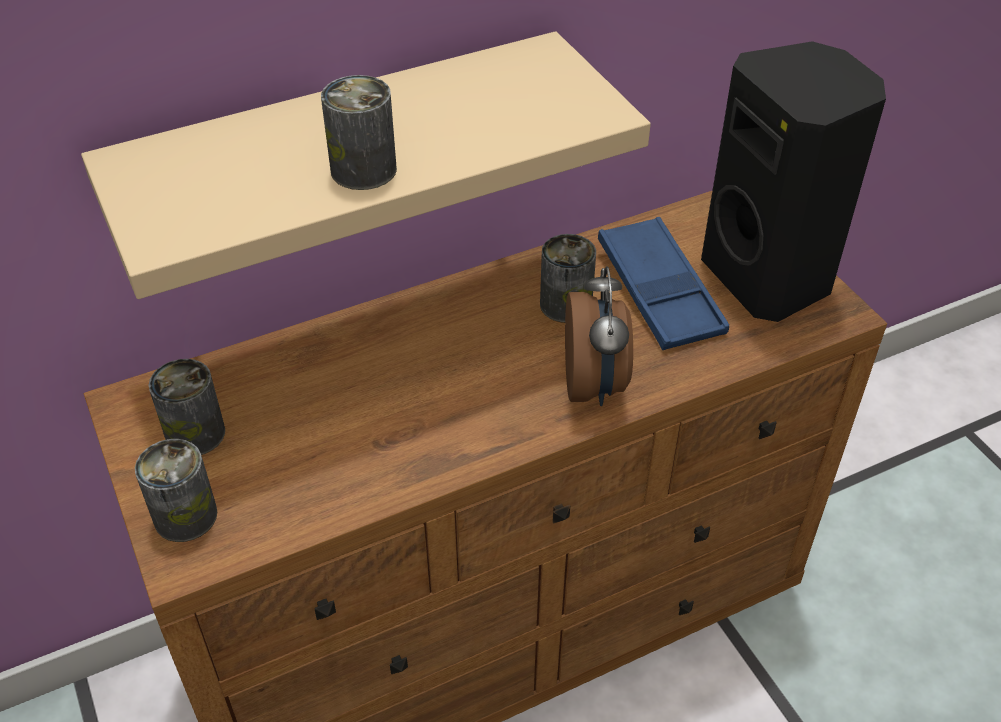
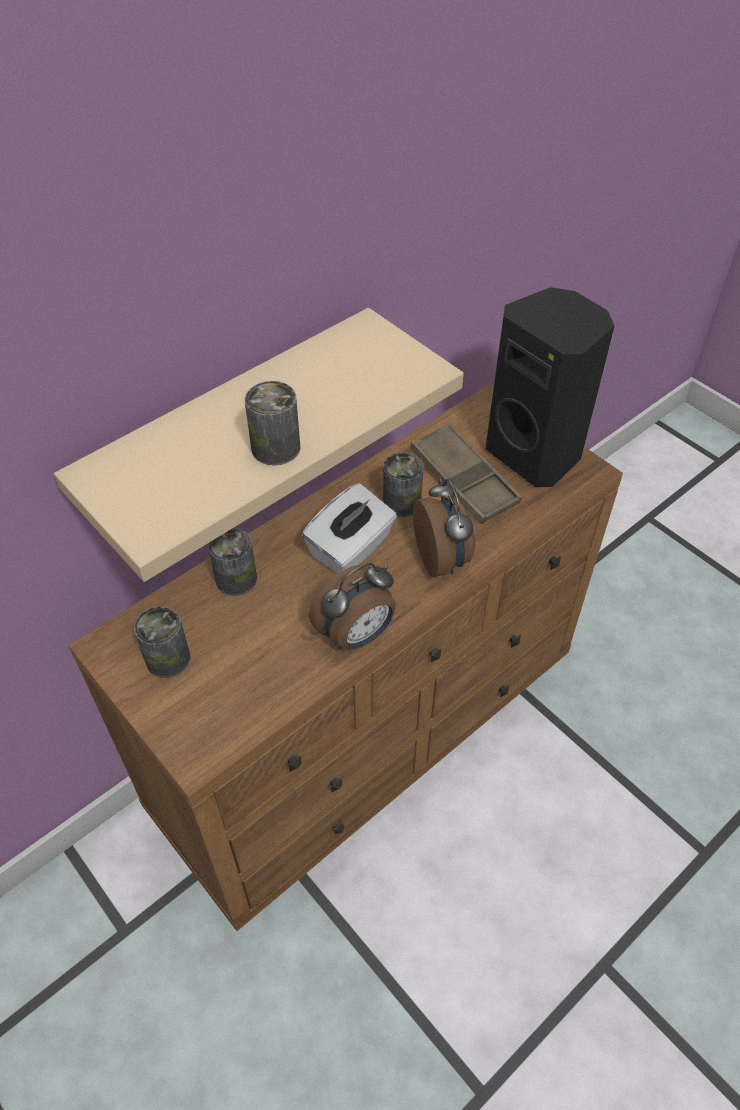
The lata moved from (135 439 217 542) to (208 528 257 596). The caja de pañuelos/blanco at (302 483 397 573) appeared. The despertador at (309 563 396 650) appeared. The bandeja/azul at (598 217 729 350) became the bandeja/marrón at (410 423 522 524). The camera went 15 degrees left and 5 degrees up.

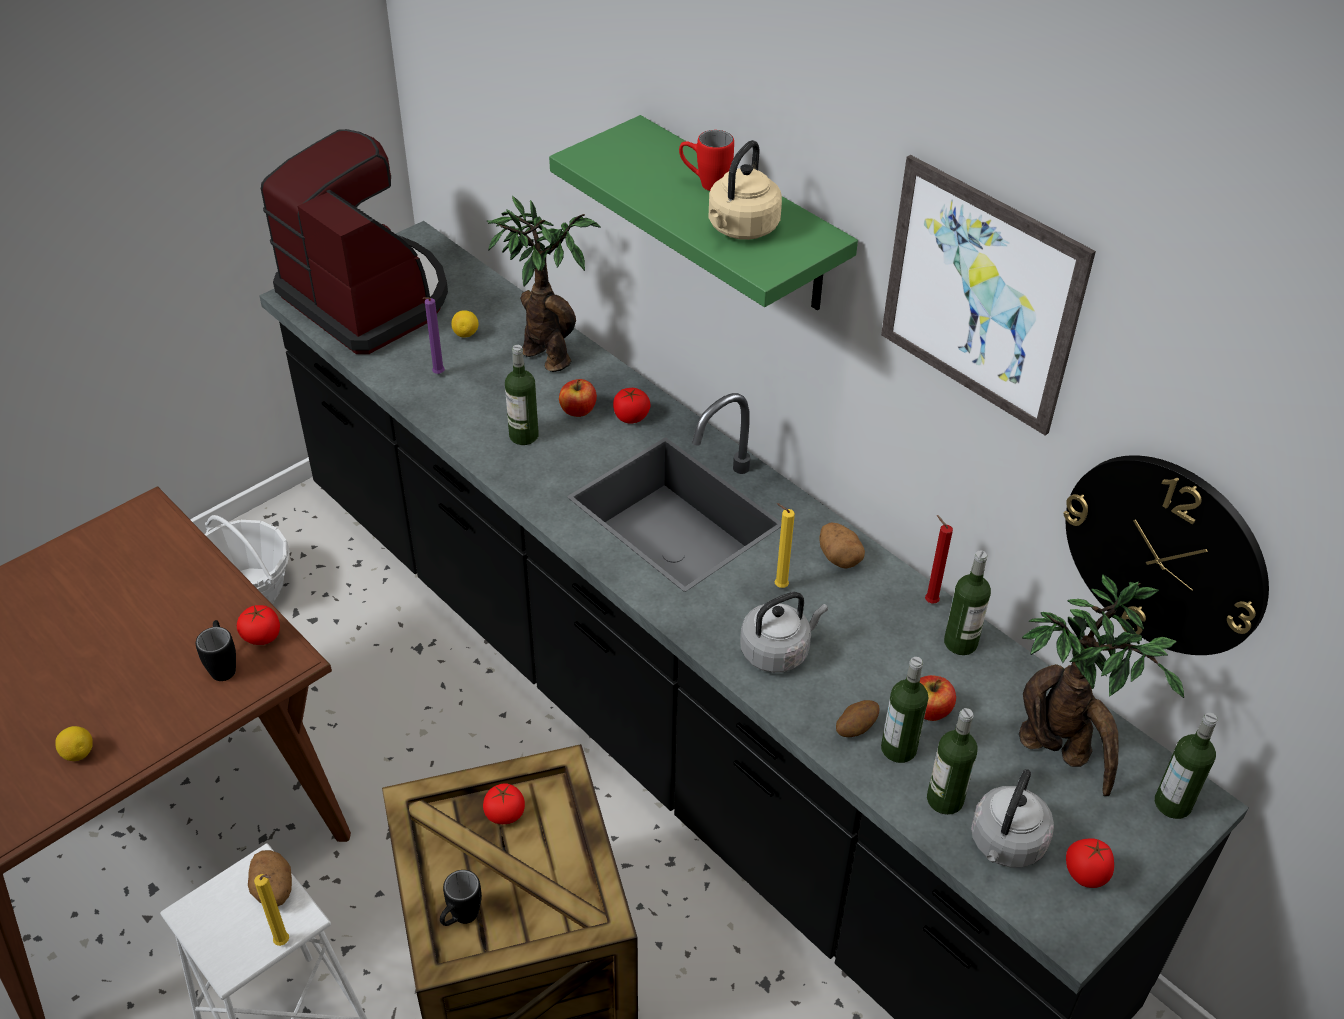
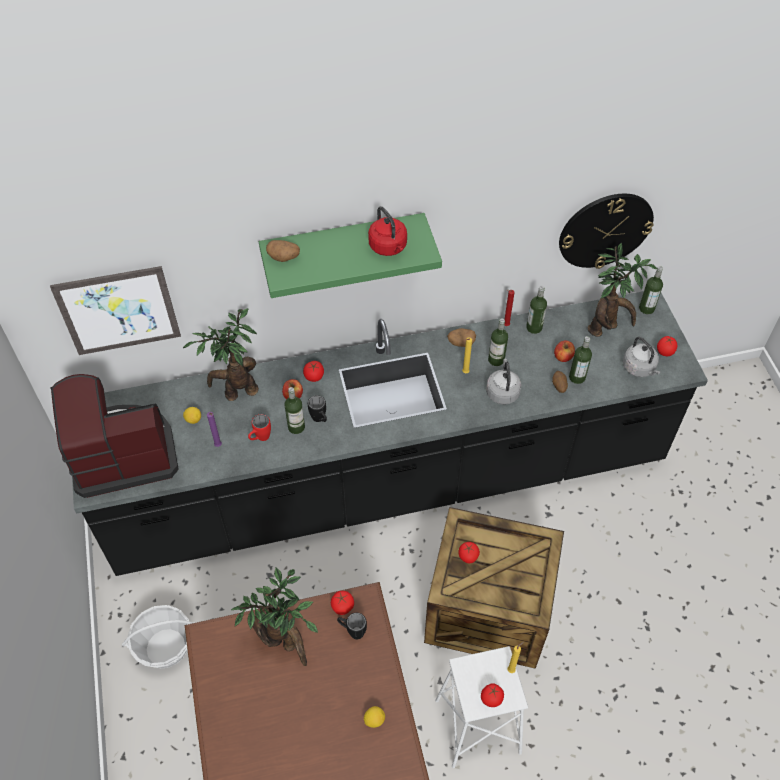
The cuadro moved from (881 155 1096 435) to (50 266 181 355). The planta en maceta at (231 567 318 666) appeared. The taza grande/rojo moved from (679 130 734 191) to (248 414 271 441). The patata moved from (248 850 292 906) to (266 240 300 262). The taza grande/negro moved from (440 870 482 926) to (308 395 327 422). The hervidor/beis at (708 140 782 240) became the hervidor/rojo at (368 206 407 256). The tomate at (481 683 504 707) appeared. The botella moved from (927 708 978 815) to (488 318 508 366). The camera went 60 degrees left and 10 degrees up.

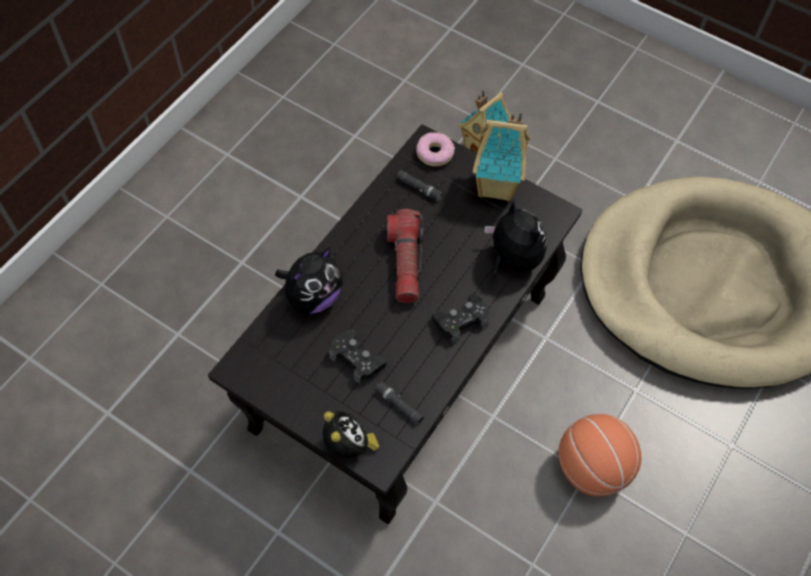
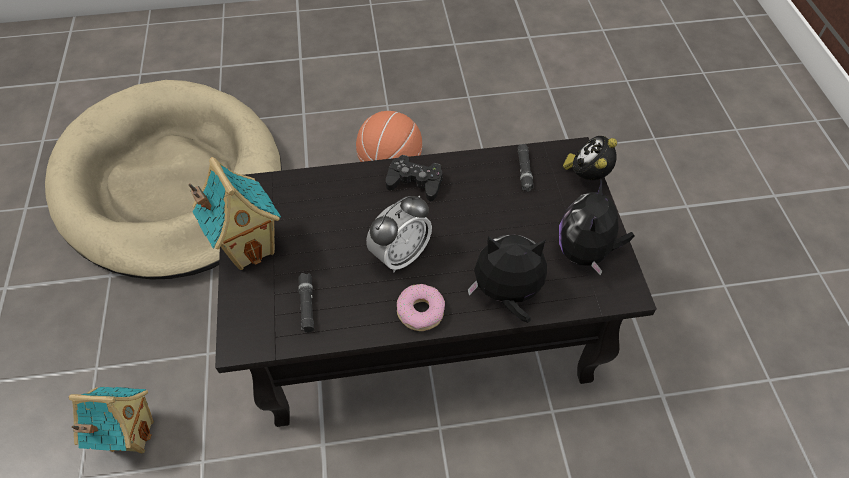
The linterna at (387 209 424 303) was replaced by the despertador at (366 195 432 272). The rosquilla moved from (416 132 455 167) to (397 284 445 331). The peluche moved from (485 200 547 278) to (559 179 635 276). The mando de consola/negro at (329 329 387 383) disappeared. The camera went 130 degrees left and 5 degrees down.

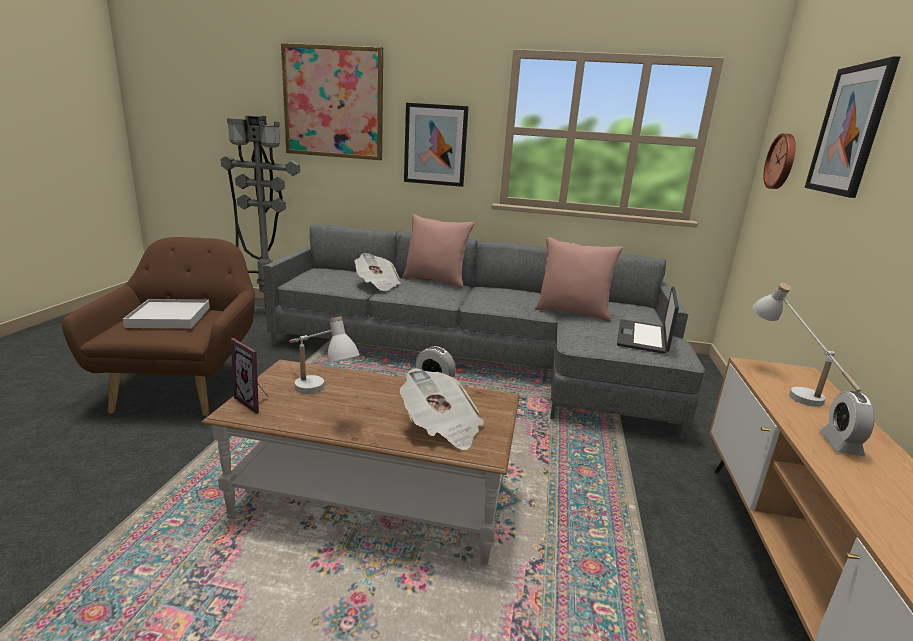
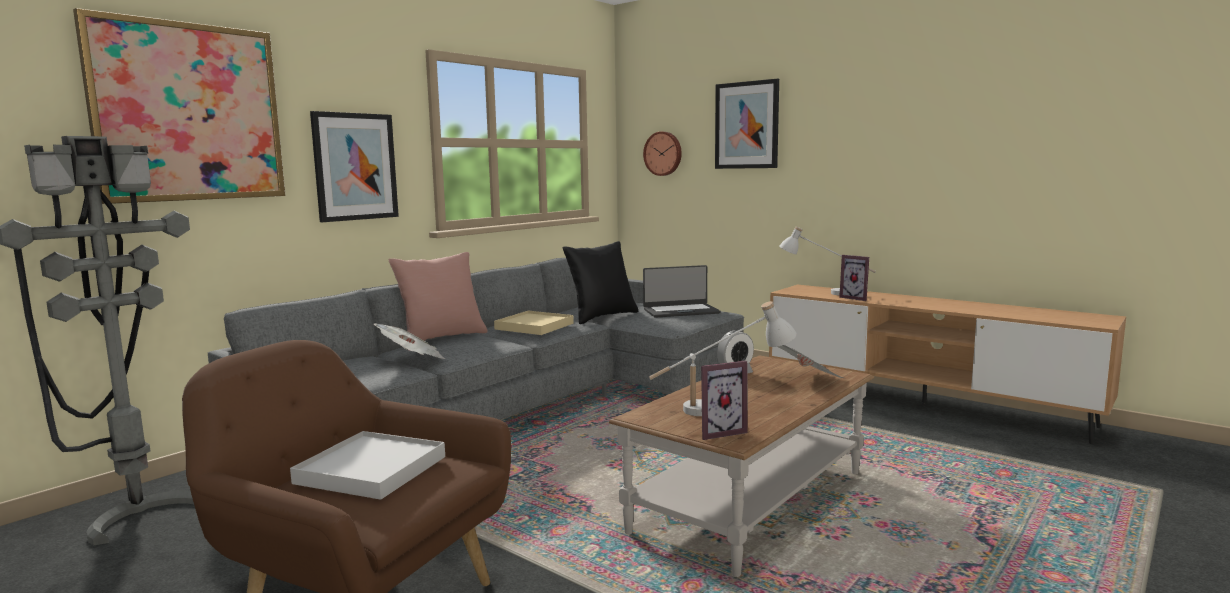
The bandeja/beis at (494 311 574 335) appeared. The cojín/rosa at (534 237 623 322) became the cojín/negro at (563 241 638 324). The portátil at (617 286 679 354) turned 60 degrees counterclockwise. The portarretratos at (839 255 869 301) appeared. The despertador at (820 391 875 456) disappeared. The camera went 60 degrees left and 10 degrees down.

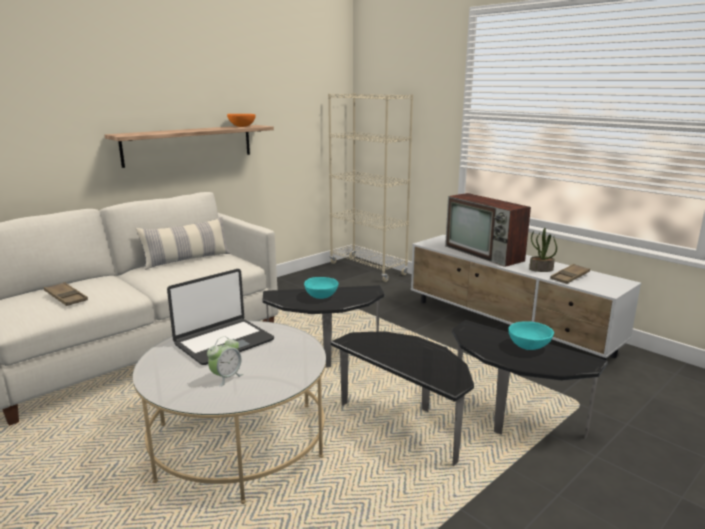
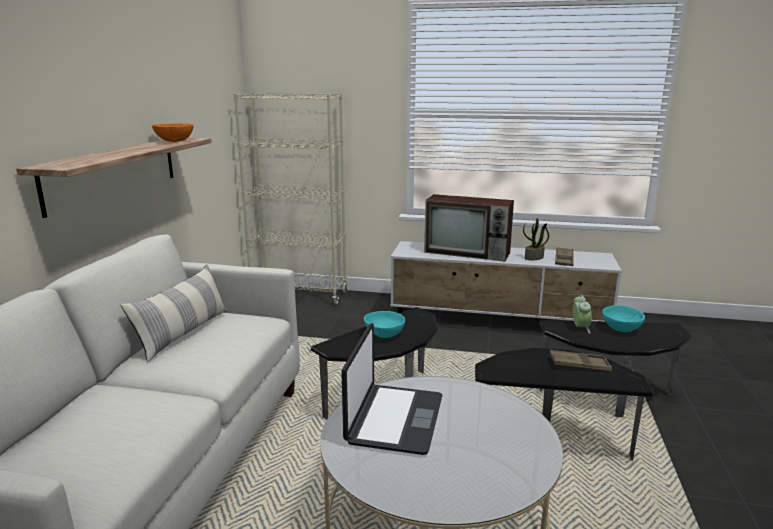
The bandeja/marrón moved from (44 282 88 306) to (549 350 612 371). The despertador moved from (207 336 243 387) to (573 294 592 333). The camera went 35 degrees left and 0 degrees up.

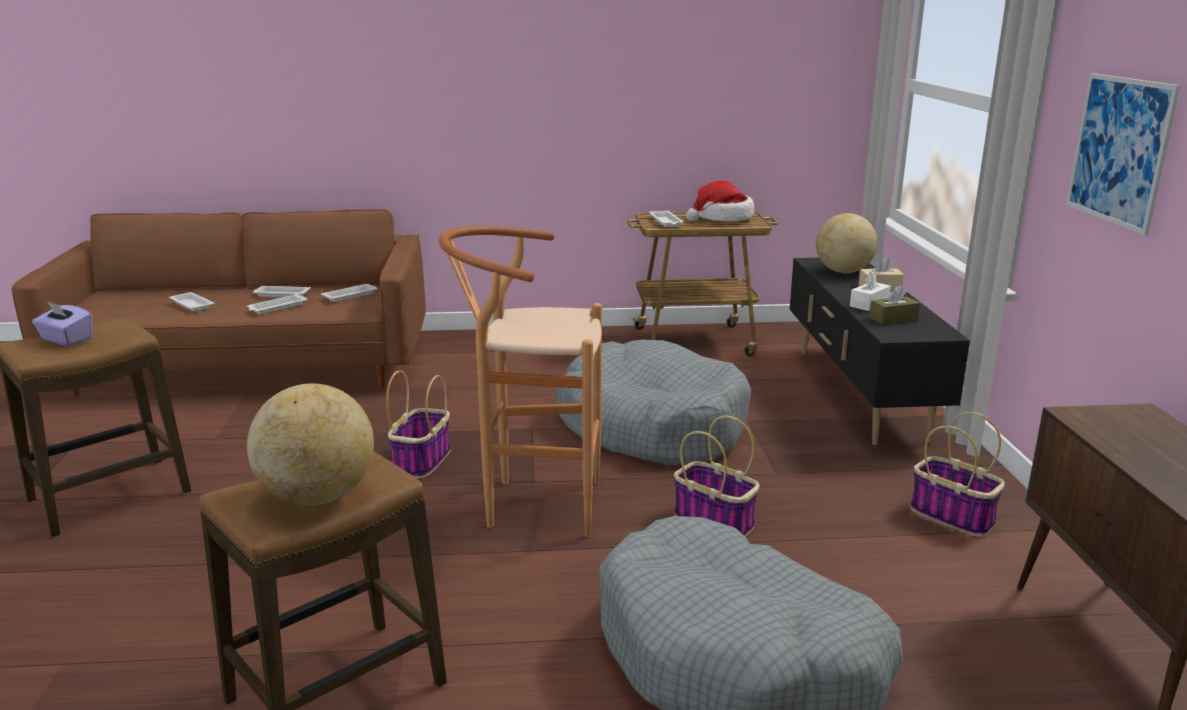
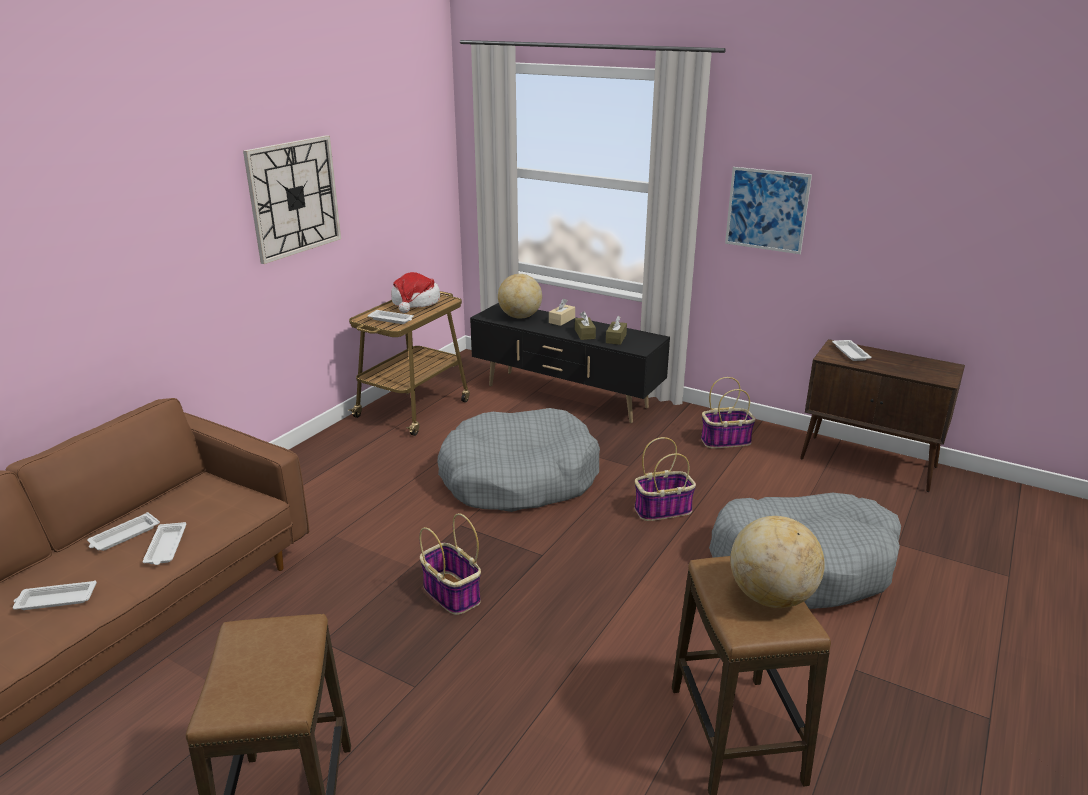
The reloj de pared at (243 135 341 264) appeared. The caja de pañuelos/blanco at (850 271 891 311) became the caja de pañuelos/marrón at (575 311 596 340). The bandeja/blanco moved from (321 284 378 302) to (832 340 872 361). The caja de pañuelos/morado at (32 301 92 346) disappeared. The taburete/marrón at (439 226 602 537) disappeared. The camera went 55 degrees left and 5 degrees up.

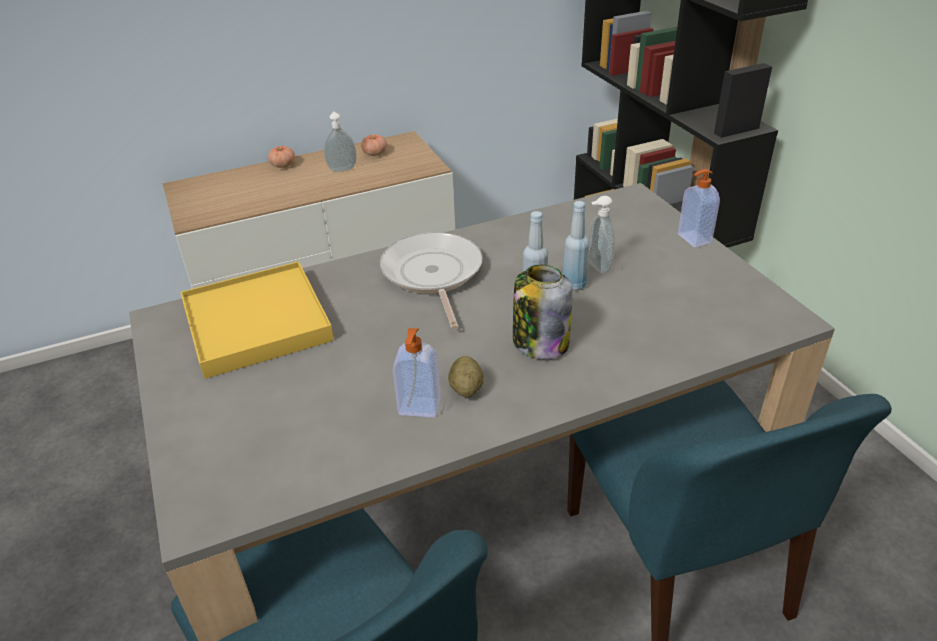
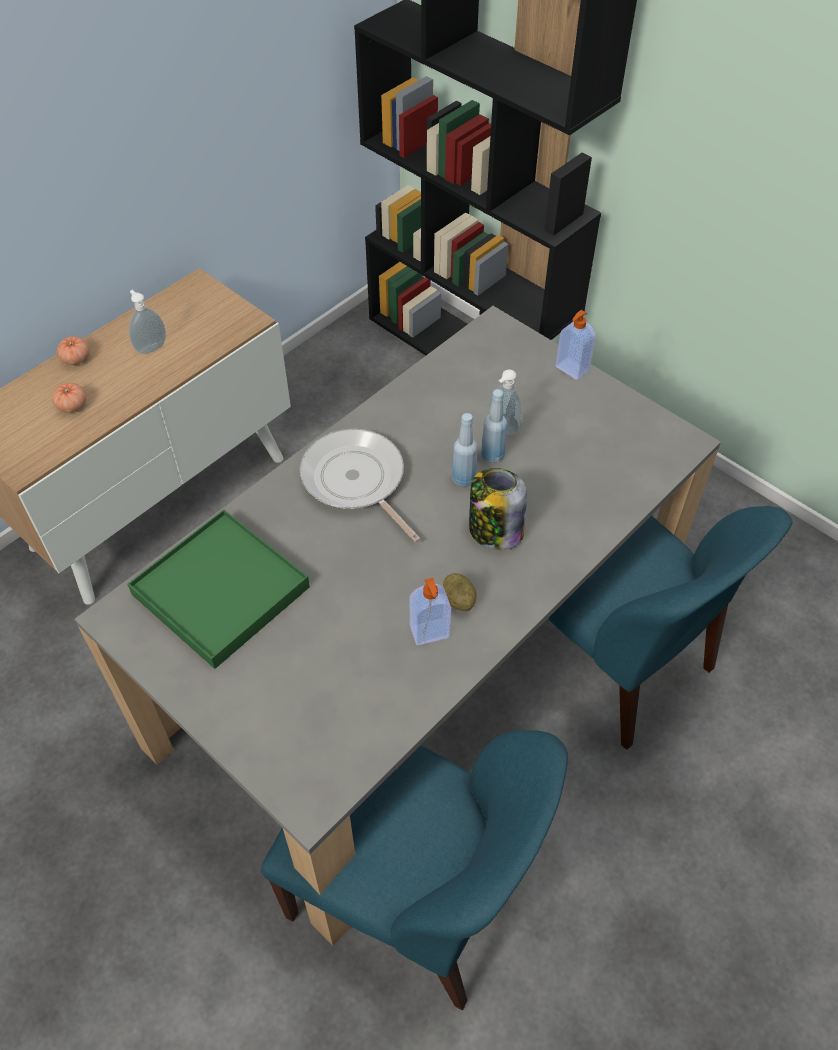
The tomate moved from (361 135 387 156) to (52 383 87 413). The bandeja/amarillo at (180 261 334 379) became the bandeja/verde at (128 509 310 669). The camera went 25 degrees left and 15 degrees up.

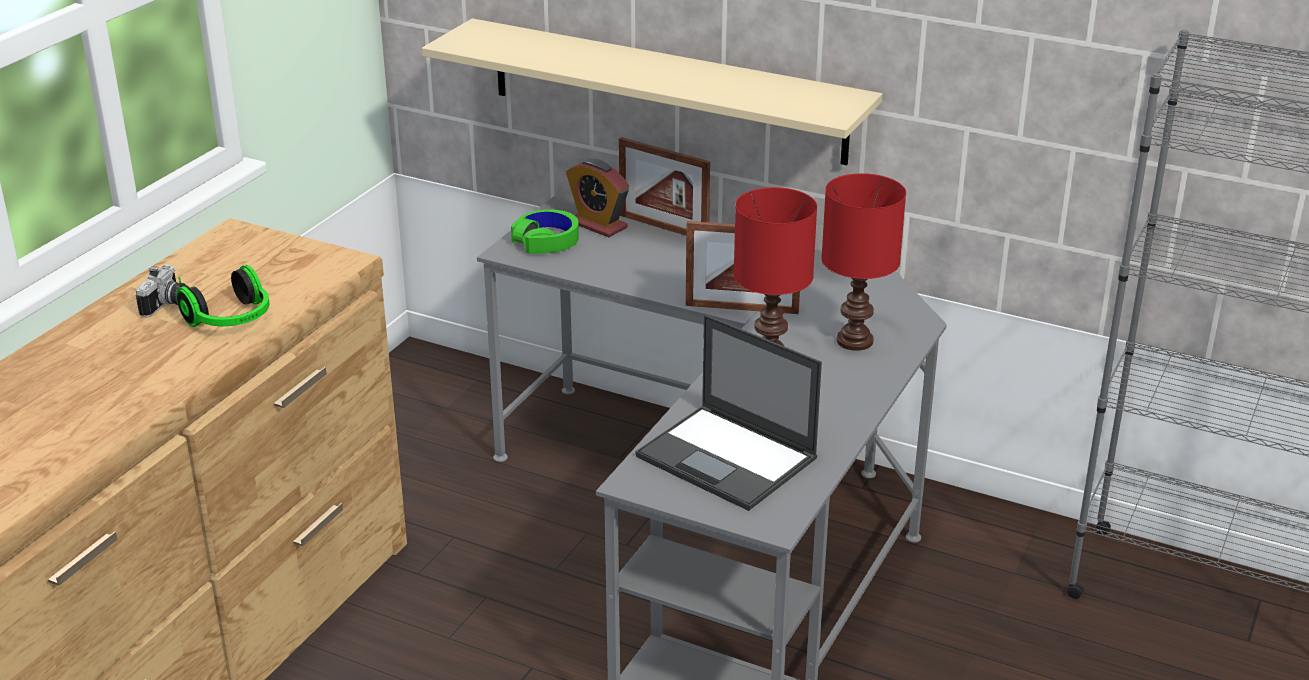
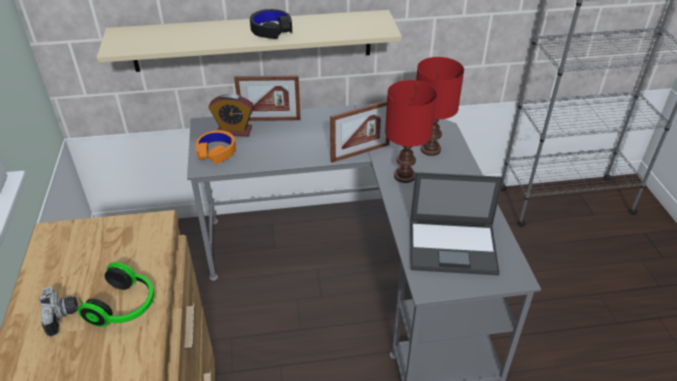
The auriculares/verde at (511 209 579 254) became the auriculares/naranja at (196 130 236 164). The auriculares/negro at (250 9 292 39) appeared. The camera went 35 degrees left and 10 degrees up.

